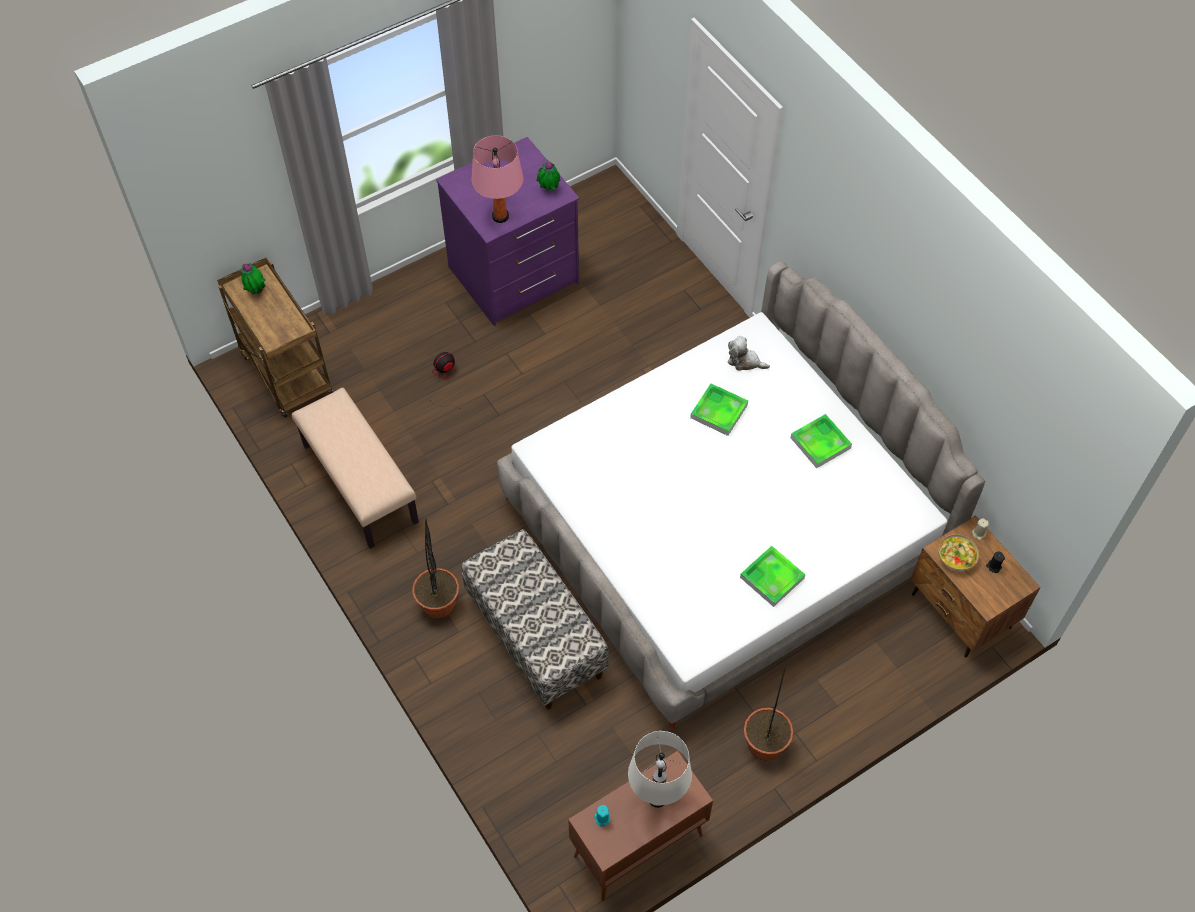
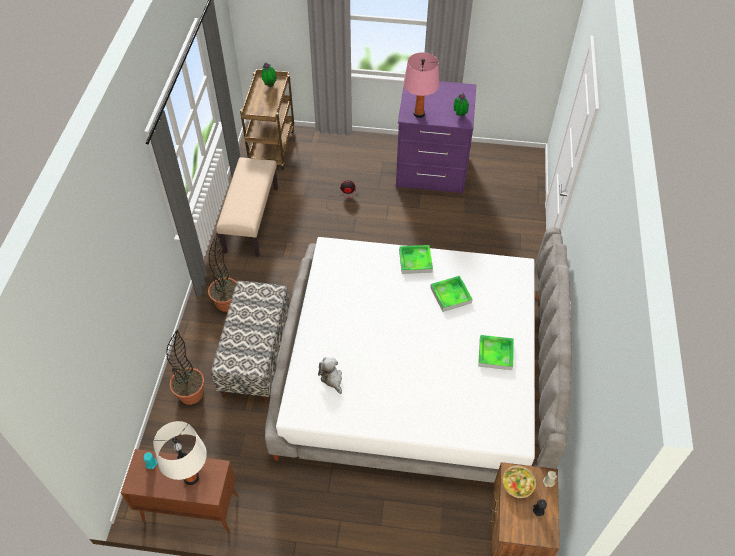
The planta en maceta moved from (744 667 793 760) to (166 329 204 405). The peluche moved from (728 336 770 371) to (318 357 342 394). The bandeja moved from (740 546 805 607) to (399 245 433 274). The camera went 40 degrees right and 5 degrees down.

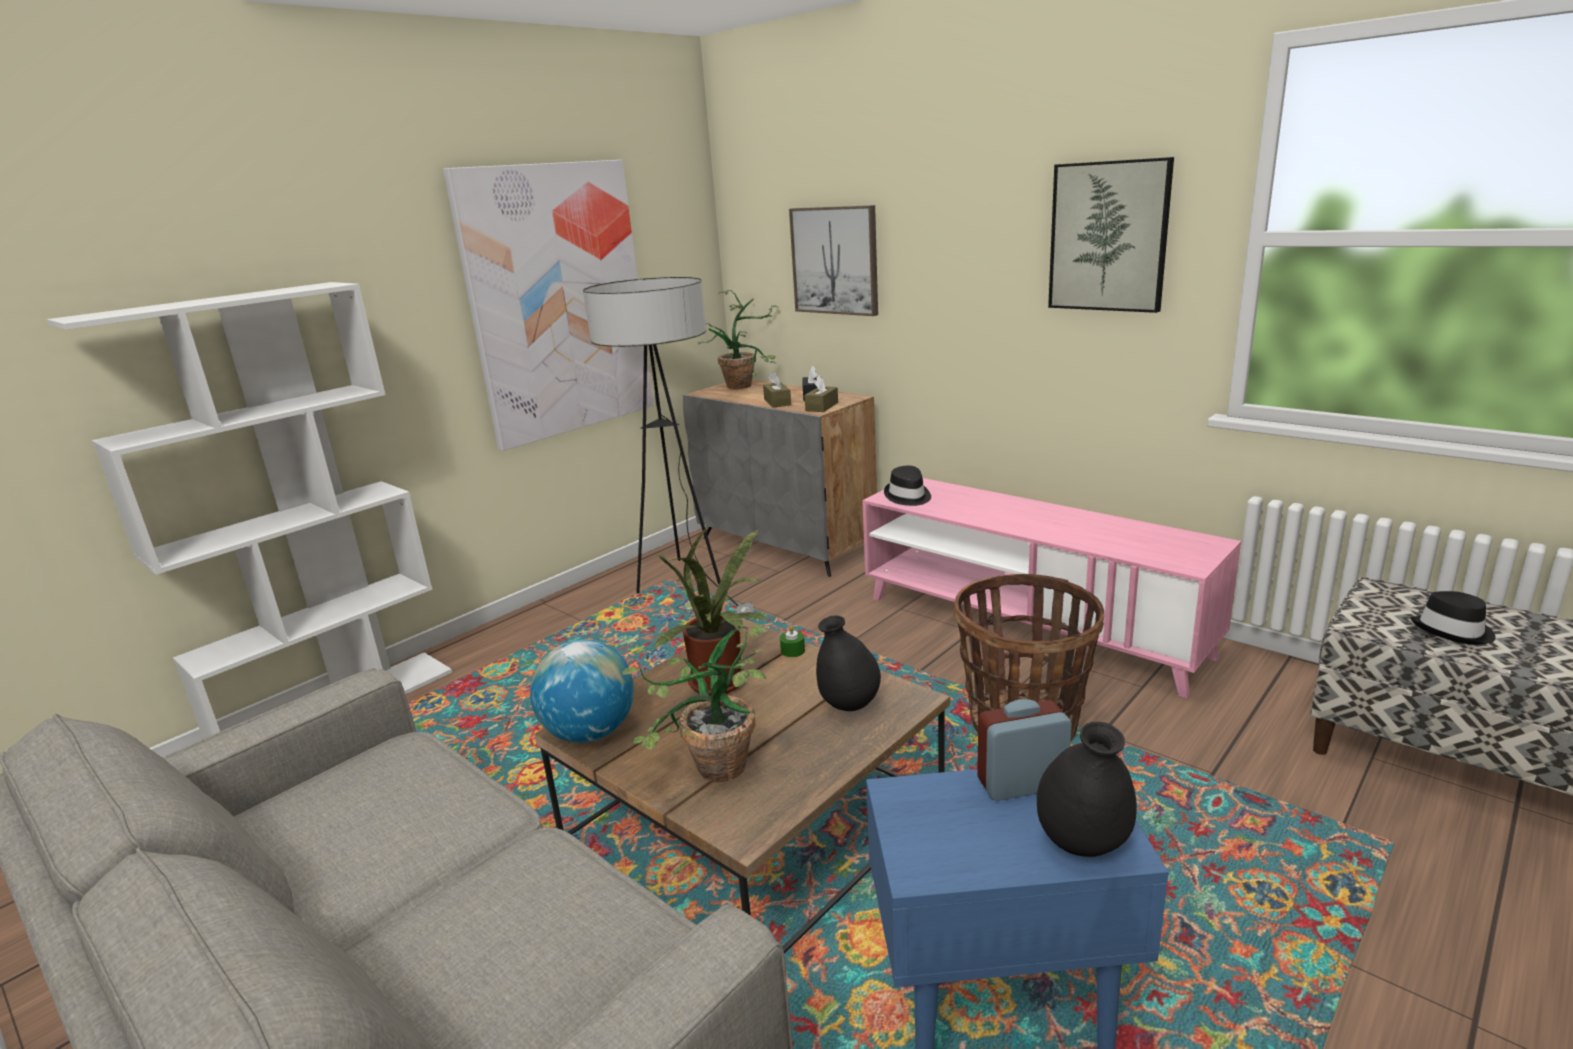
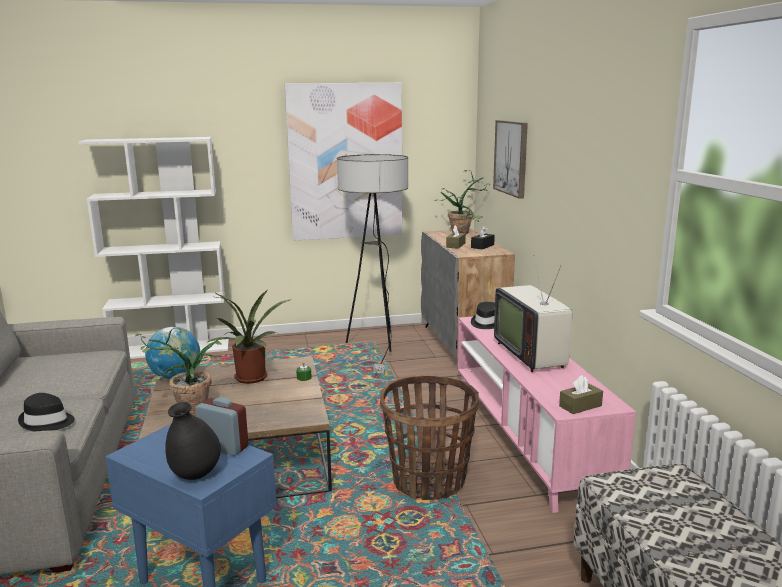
The sombrero/negro moved from (1410 591 1496 645) to (18 393 75 431). The televisor at (494 255 572 372) appeared. The caja de pañuelos/marrón moved from (804 375 838 412) to (559 375 603 414). The florero/negro at (816 616 881 711) disappeared. The cuadro at (1048 157 1174 313) disappeared. The camera went 35 degrees right and 5 degrees down.

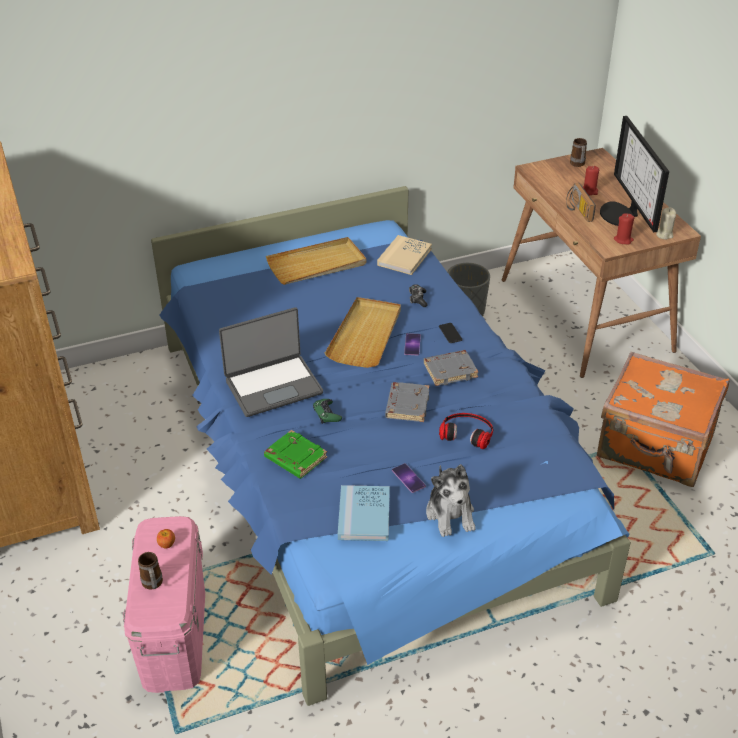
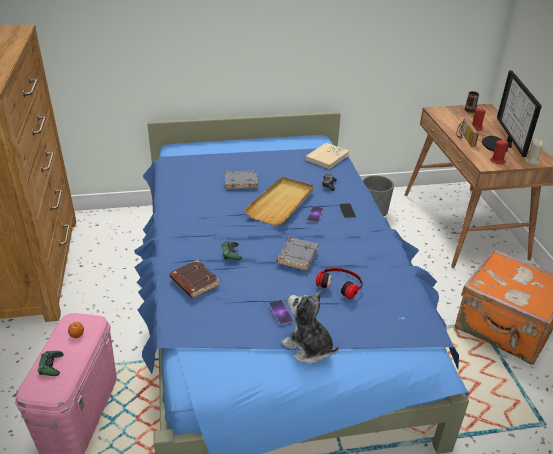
The taza grande at (138 552 163 589) was replaced by the mando de consola/verde at (38 351 64 376). The libro/verde at (264 430 327 479) became the libro/marrón at (170 260 220 298). The libro/gris moved from (423 350 479 386) to (225 171 258 190). The peluche at (426 464 476 537) turned 135 degrees clockwise. The portátil at (219 307 323 417) disappeared. The bandeja/beis at (266 237 366 285) disappeared. The libro/azul at (338 485 390 541) disappeared. The camera went 10 degrees right and 5 degrees down.

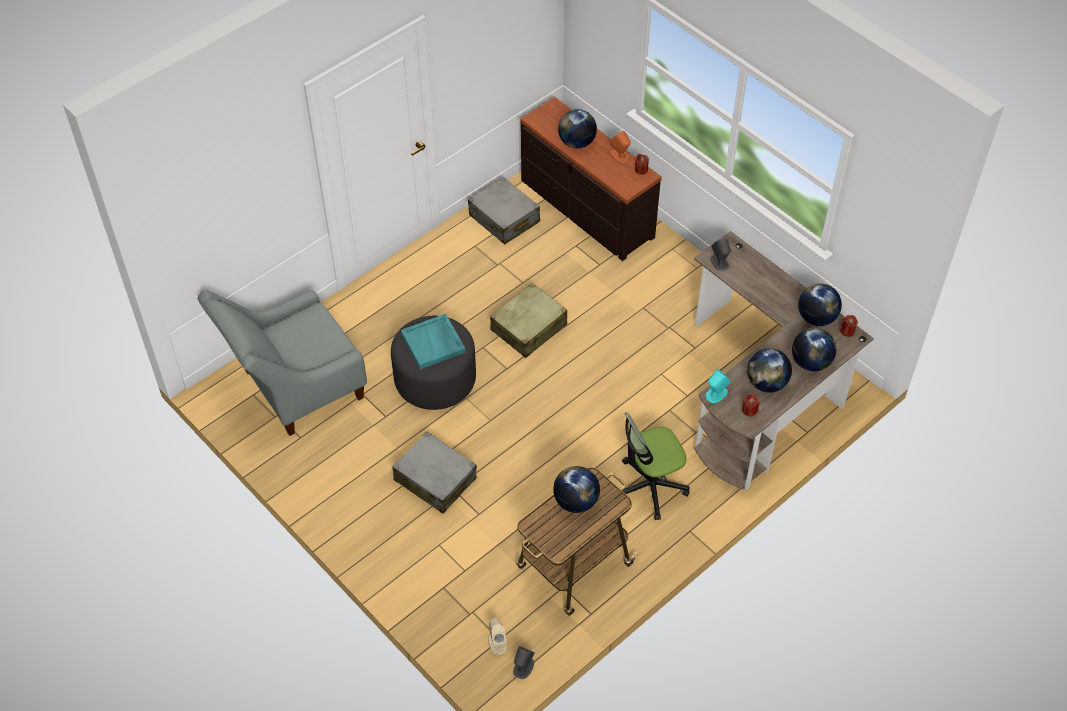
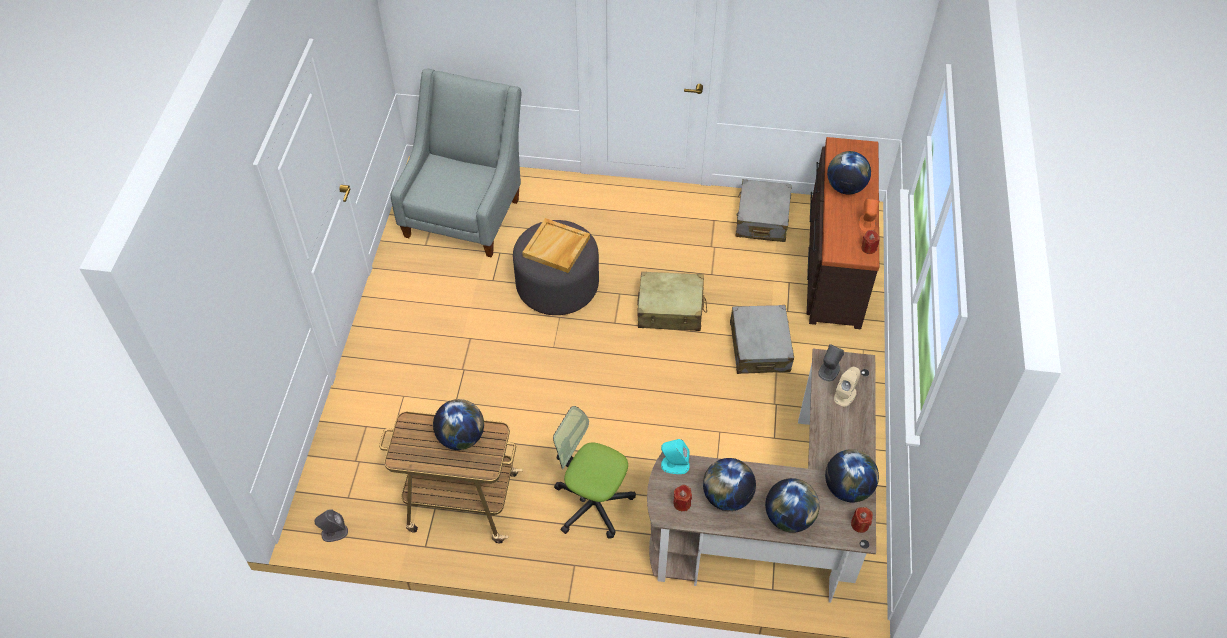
The sillón/gris at (197 290 367 436) turned 90 degrees clockwise. The bandeja/turquesa at (401 314 466 369) became the bandeja/beis at (522 218 590 273). The maleta/gris moved from (393 432 477 514) to (730 305 794 374). The altavoz/beis moved from (488 618 507 655) to (834 367 860 406). The camera went 50 degrees right and 0 degrees up.

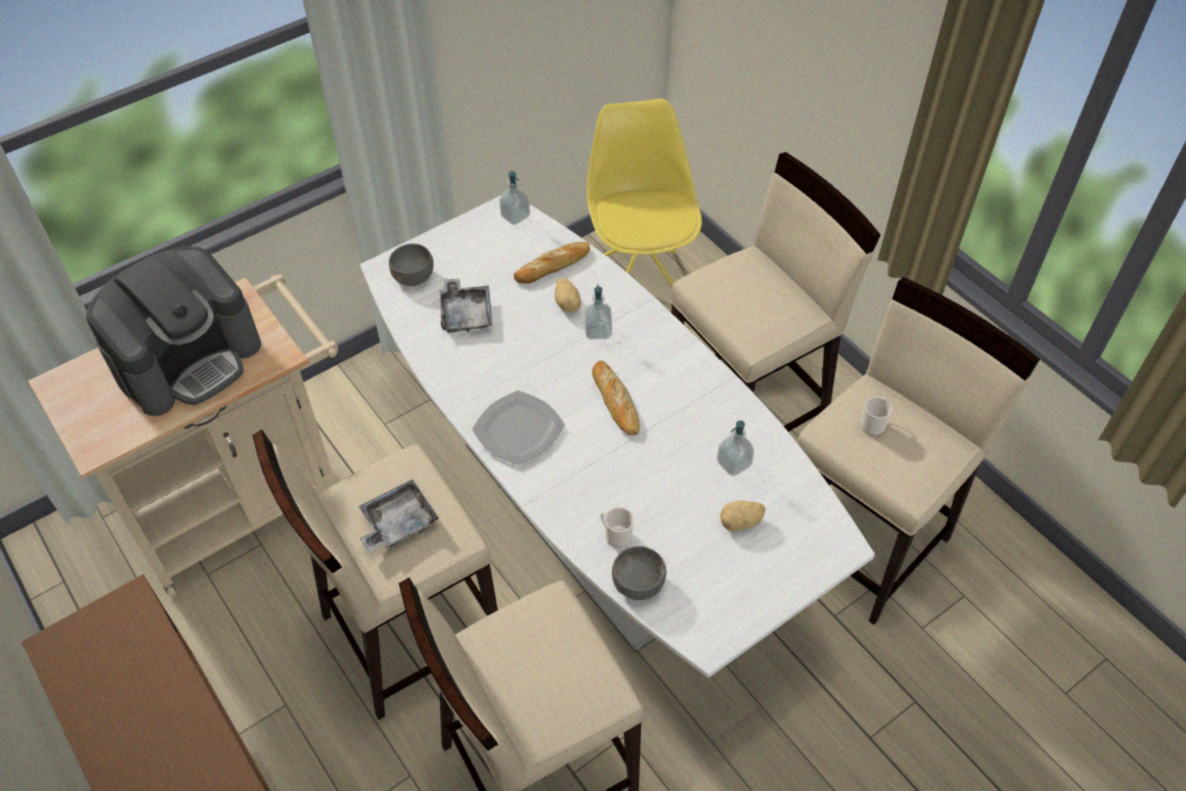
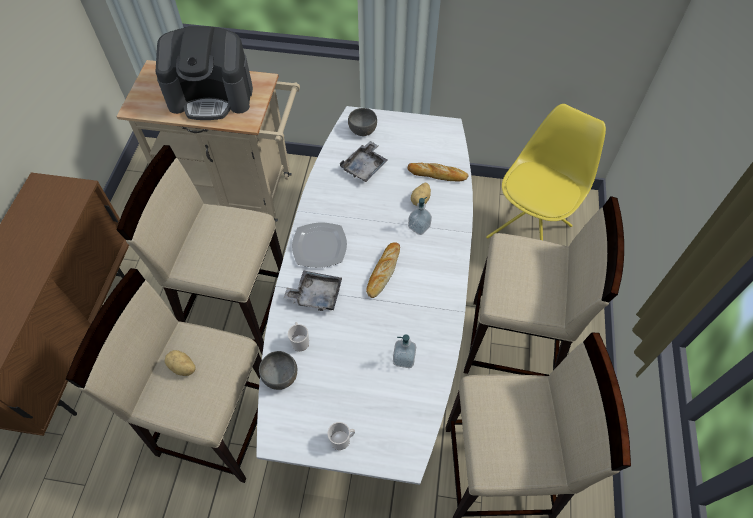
The patata moved from (720 501 765 531) to (165 350 196 376). The bandeja/gris moved from (359 479 439 552) to (284 270 342 311). The taza grande moved from (861 396 892 435) to (328 422 355 450). The dispensador de jabón at (499 171 530 225) disappeared. The camera went 45 degrees right and 5 degrees up.

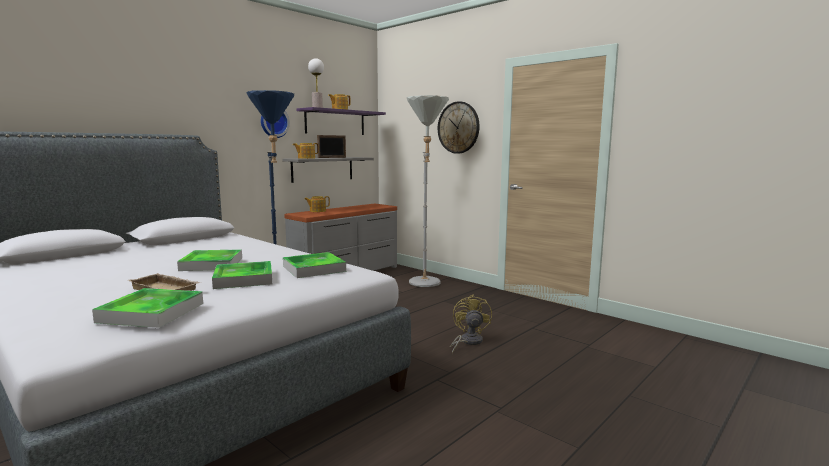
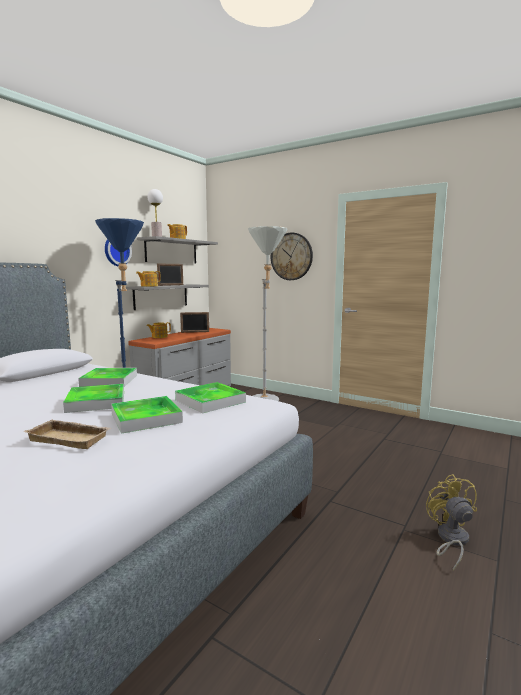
The bandeja moved from (92 288 203 328) to (78 368 137 387). The estante/morado at (296 107 386 135) became the estante/gris at (137 236 218 263). The portarretratos at (180 312 209 333) appeared. The ventilador/amarillo moved from (450 294 492 354) to (426 474 477 571). The camera went 10 degrees left and 0 degrees up.

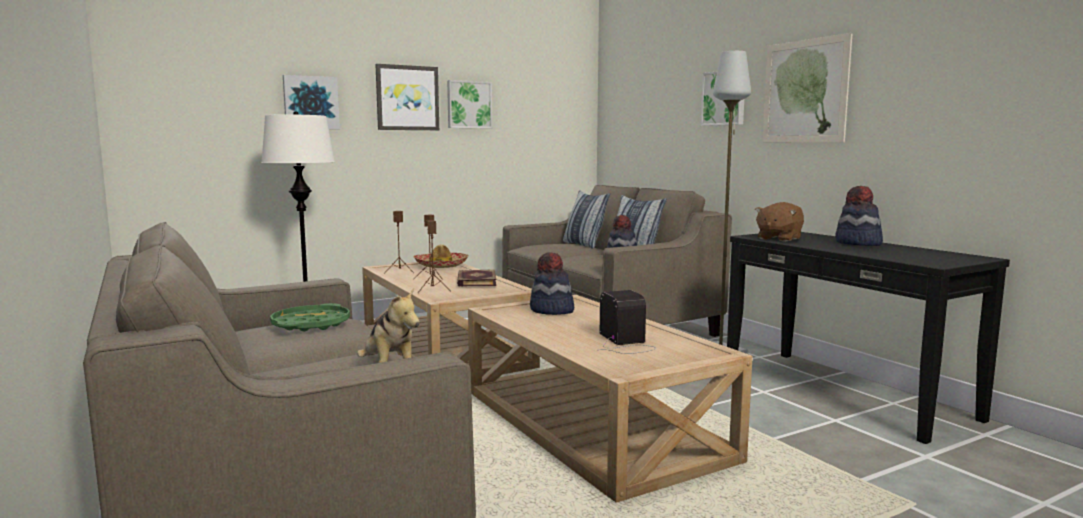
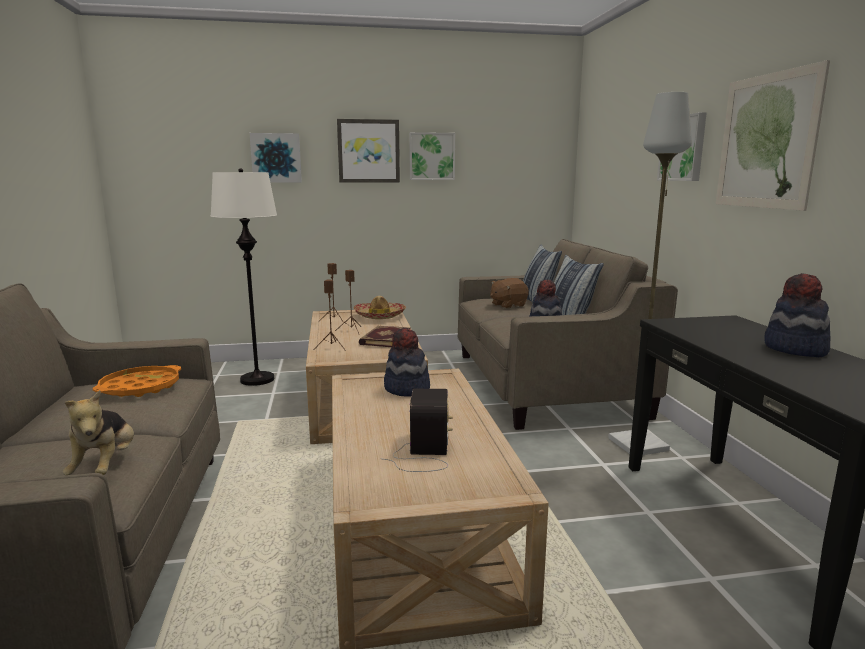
The bandeja/verde at (270 303 350 332) became the bandeja/naranja at (93 365 181 397). The peluche/marrón moved from (755 202 804 242) to (490 278 529 309). The camera went 20 degrees right and 5 degrees up.

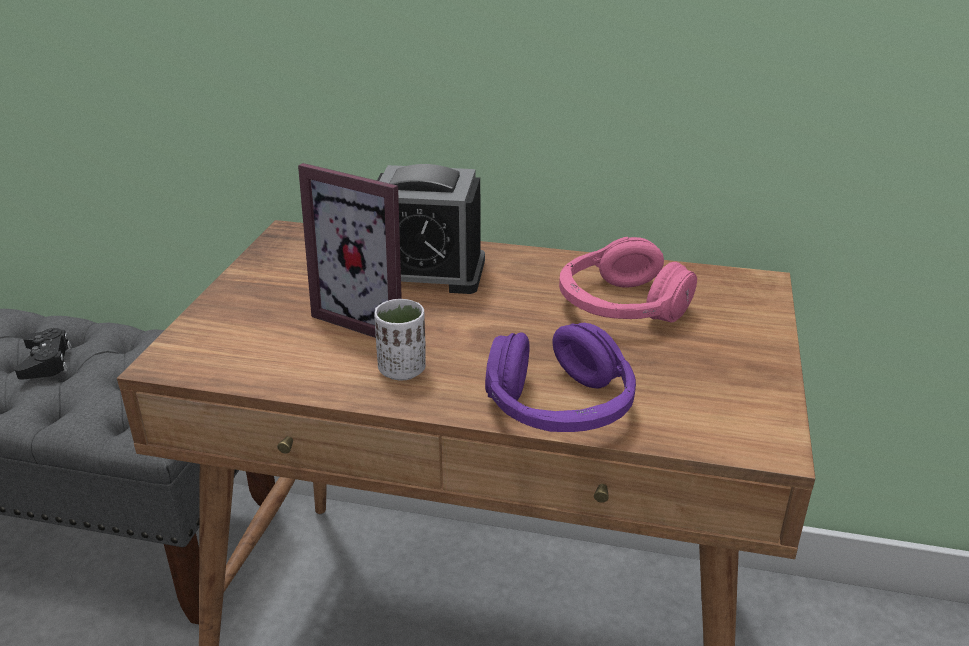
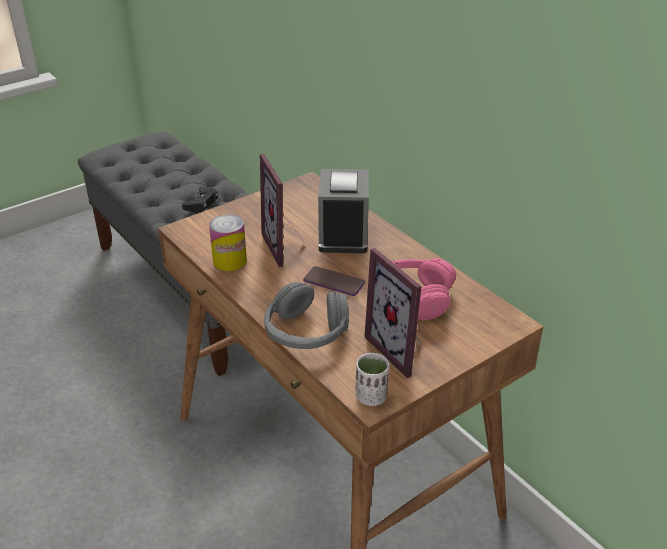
The lata at (209 214 247 271) appeared. The auriculares/morado at (485 323 636 432) became the auriculares/gris at (264 282 349 349). The móvil at (303 266 365 296) appeared. The despertador at (377 164 485 294) turned 45 degrees clockwise. The taza/blanco moved from (375 299 426 381) to (355 353 389 406). The portarretratos at (365 248 421 378) appeared. The camera went 40 degrees right and 5 degrees up.

